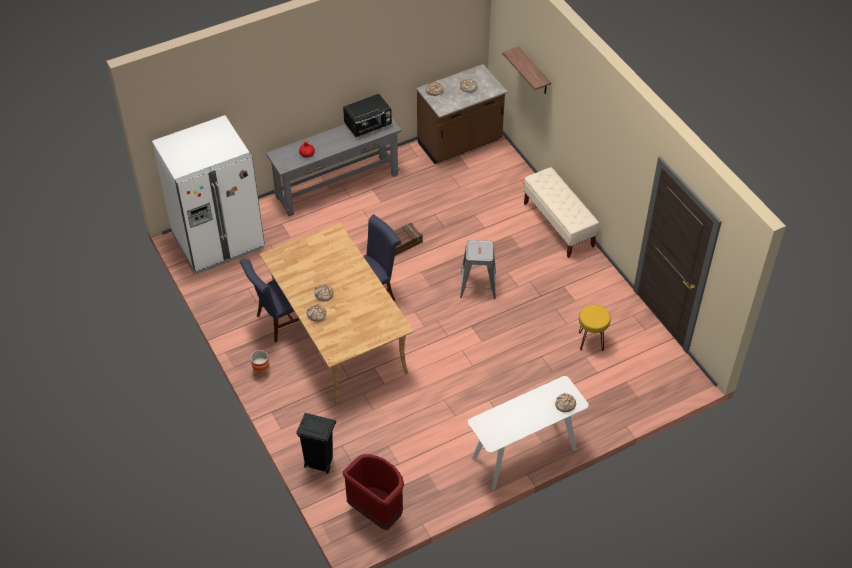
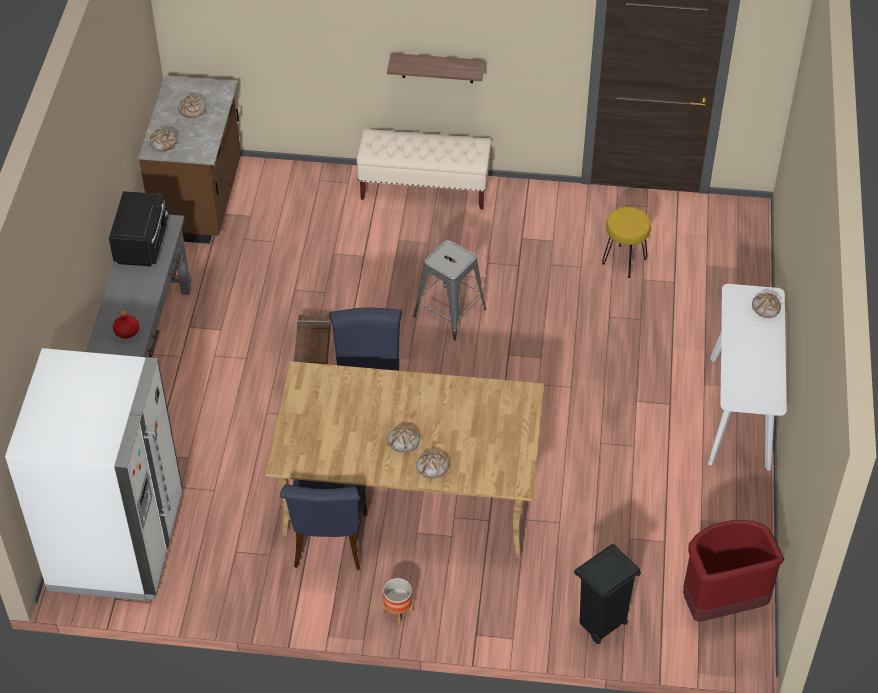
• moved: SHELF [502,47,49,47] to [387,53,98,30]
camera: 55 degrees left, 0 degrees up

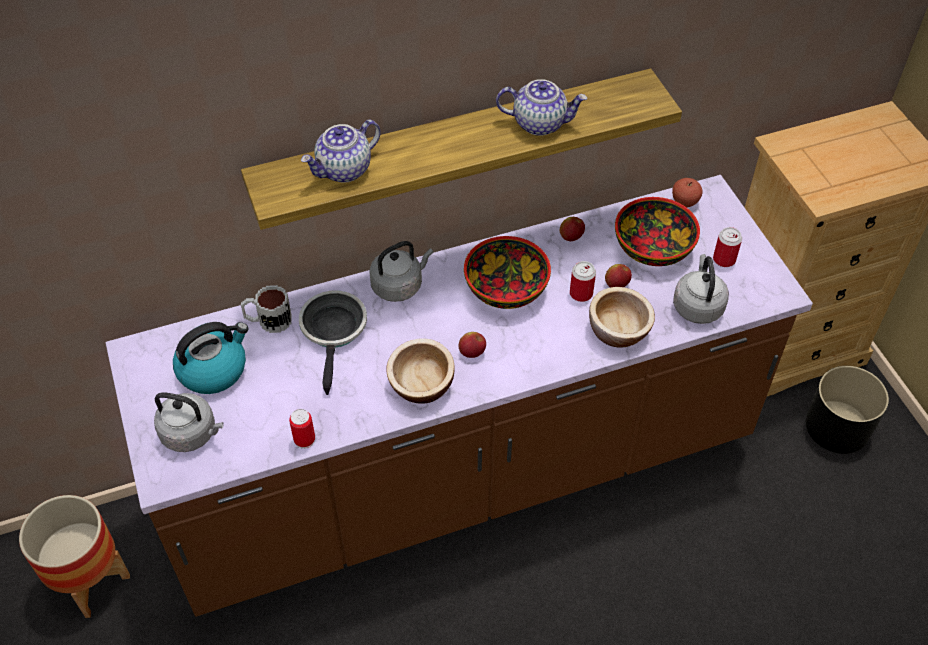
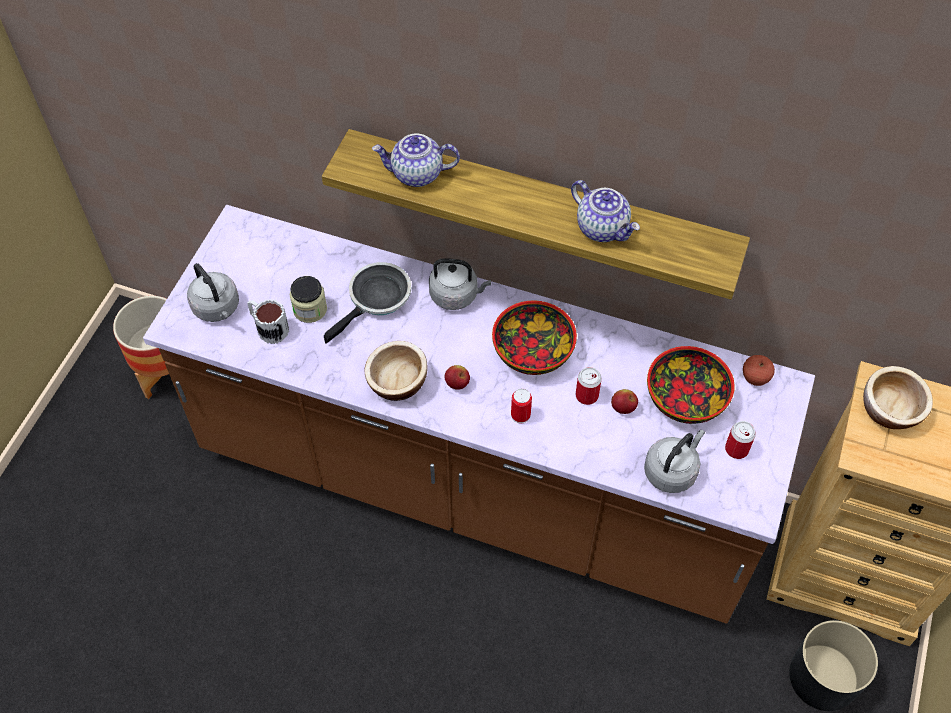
• removed: WHOLE APPLE [560,217,25,24]
• moved: COFFEE MUG [241,285,51,48] to [247,299,42,45]
• moved: DEEP DISH [589,287,66,61] to [863,366,70,63]
• removed: WATER KETTLE [173,322,76,72]
• moved: METAL CAN [289,409,26,40] to [511,388,21,36]
• added: JAR [290,276,37,47]
camera: 40 degrees right, 5 degrees up

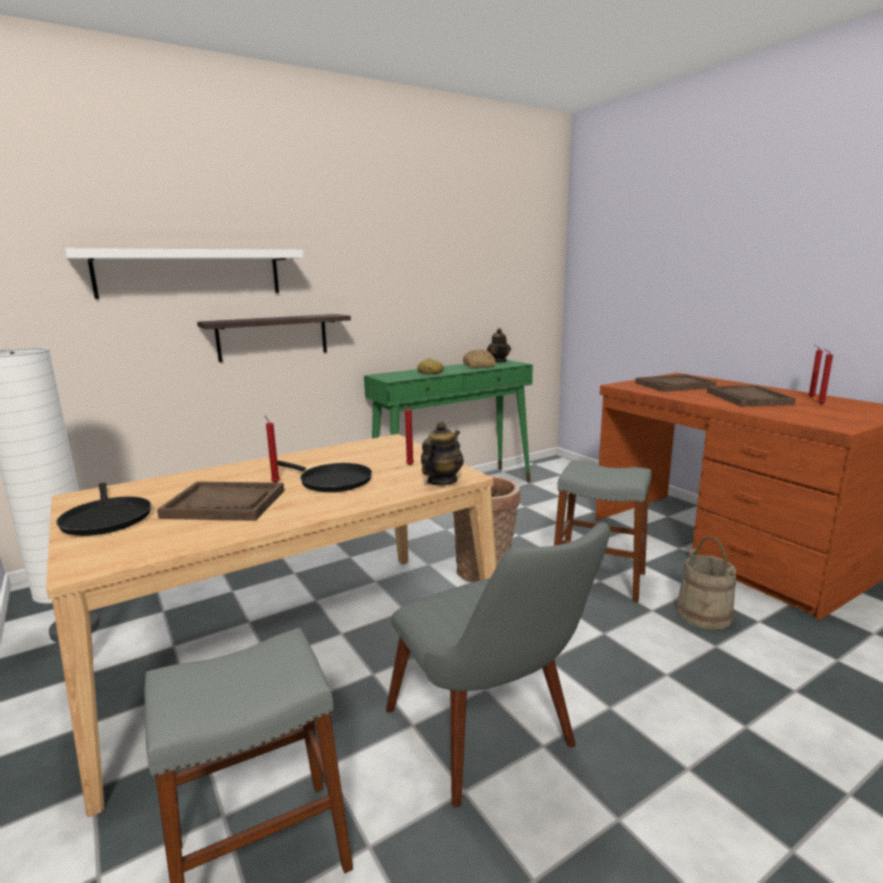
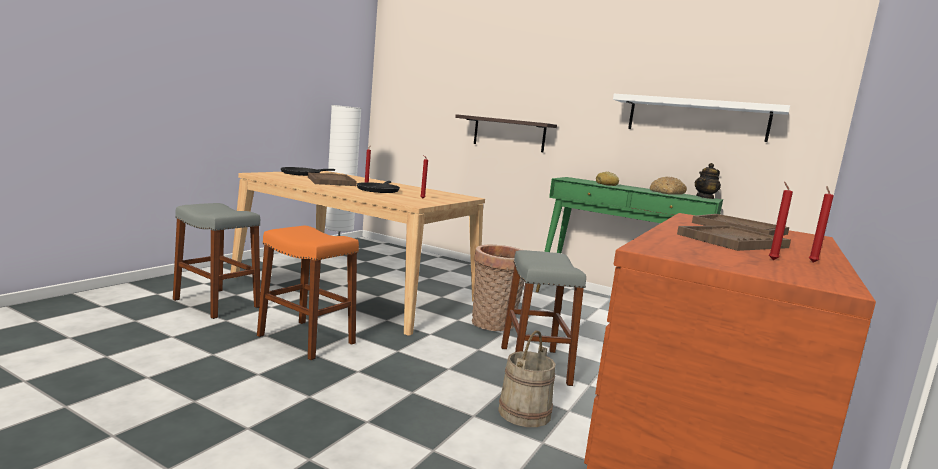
• moved: WHITE SHELF [65,248,239,51] to [613,94,177,48]
• removed: POT FOR TEA [421,422,43,63]
• replaced: GREYISH UPRIGHT CHAIR [386,523,224,284] to ORANGE-COLOURED SITTING STOOL [257,226,102,134]
camera: 60 degrees right, 5 degrees down

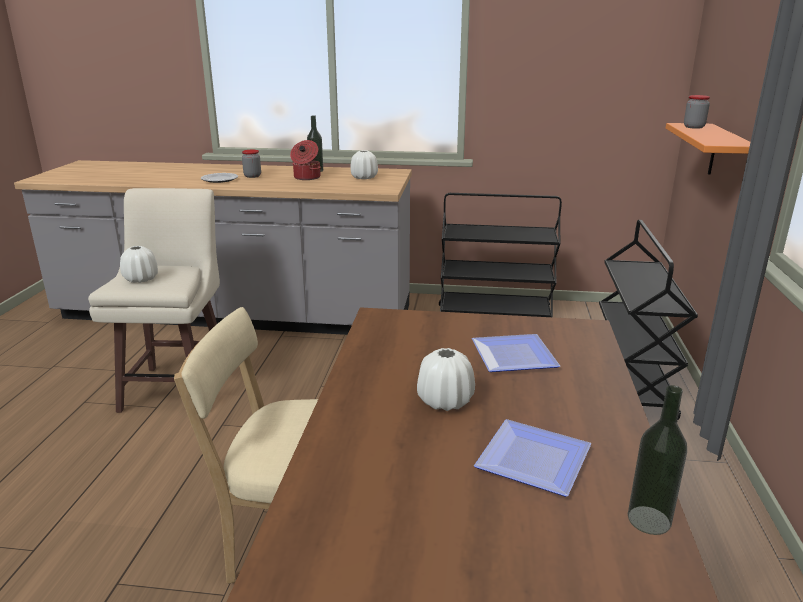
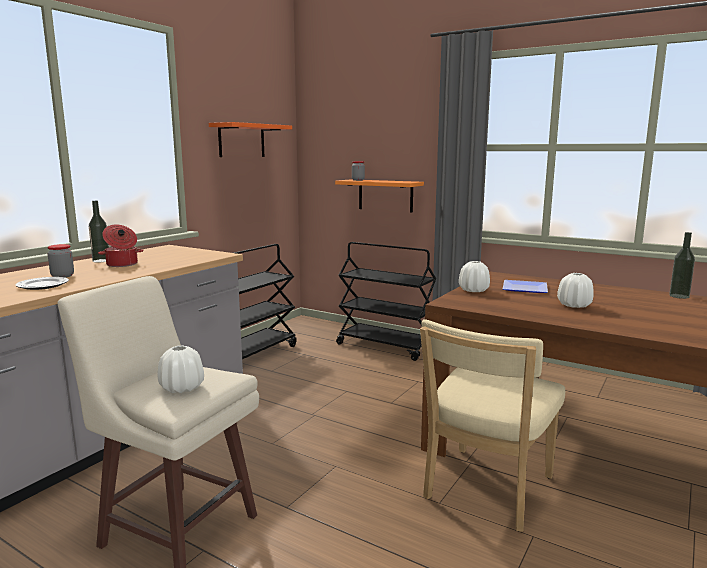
• moved: WHITE VASE [350,150,28,29] to [459,261,31,31]
• removed: FLAT DISH [474,419,117,78]
• added: ORANGE-COLOURED SHELF [209,122,83,35]
camera: 65 degrees left, 10 degrees down

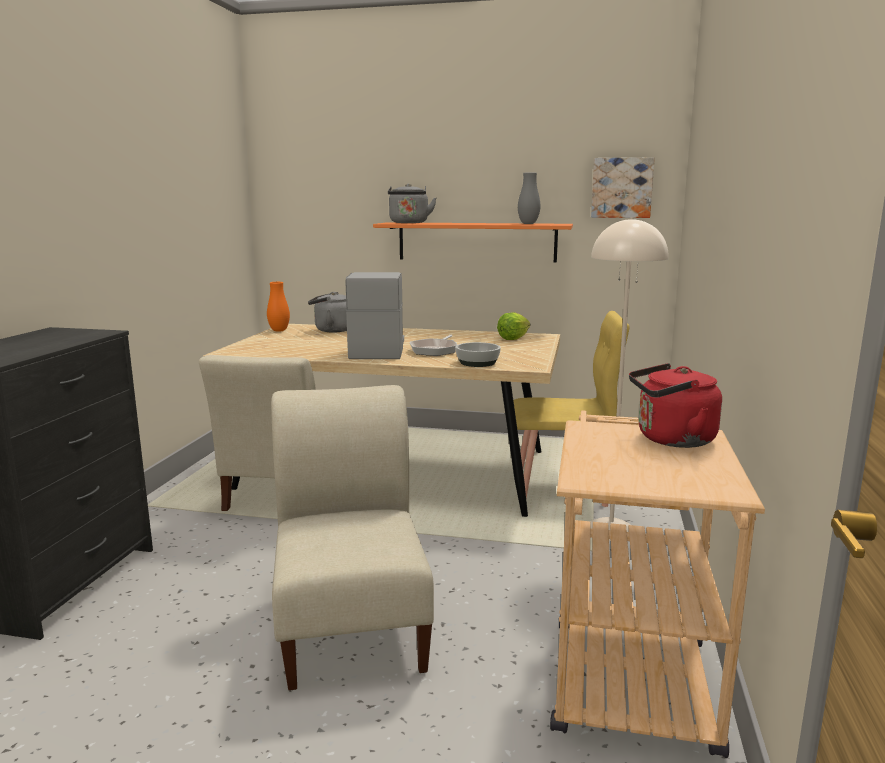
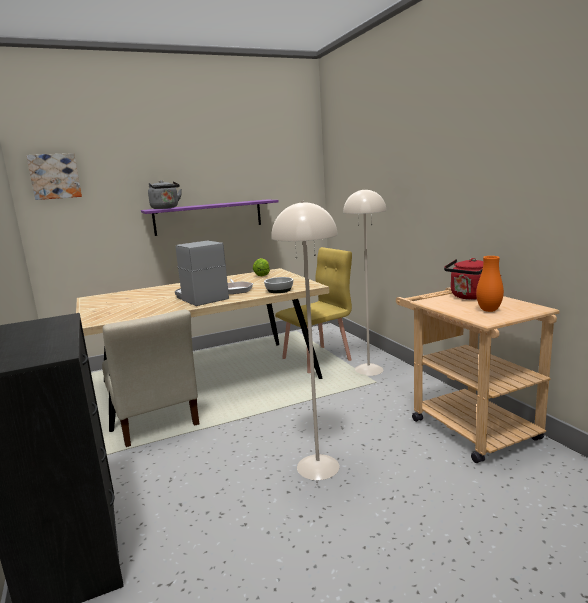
• moved: PICTURE [591,157,64,61] to [26,153,56,47]
• removed: GREYISH VASE [518,172,22,52]
• recoloured: ORANGE-COLOURED SHELF [373,222,200,40] to PURPLE-COLOURED SHELF [141,199,138,37]
• moved: ORANGE-COLOURED VASE [267,282,23,50] to [476,256,28,56]
• removed: GREYISH WATER KETTLE [308,292,39,41]
• replaced: BEIGE-COLOURED UPRIGHT CHAIR [271,385,163,305] to BEIGE-COLOURED STANDARD LAMP [271,201,69,279]
camera: 35 degrees left, 0 degrees up

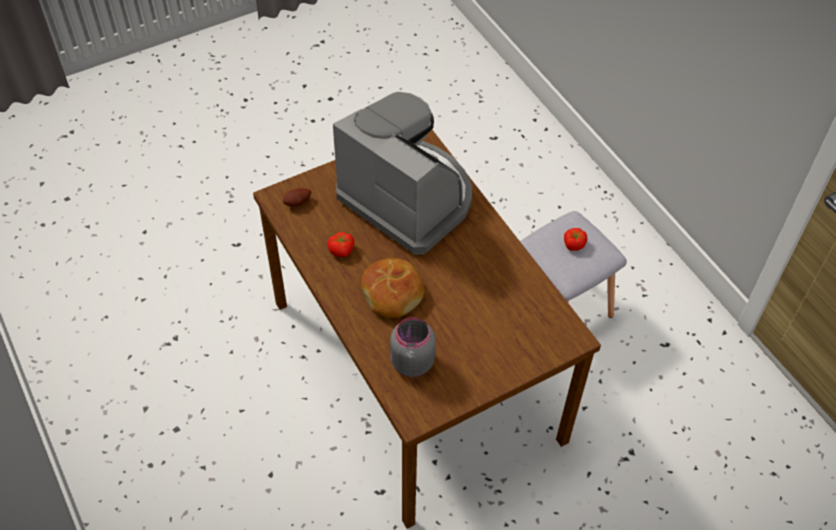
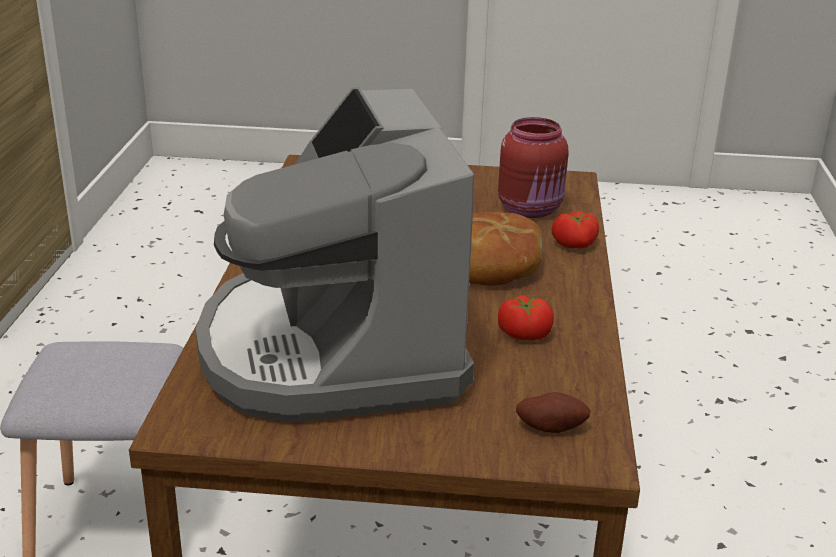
• moved: TOMATO [564,228,23,23] to [552,211,47,38]
• recoloured: GREYISH JAR [390,317,46,60] to RED JAR [498,117,71,101]
camera: 145 degrees left, 25 degrees down

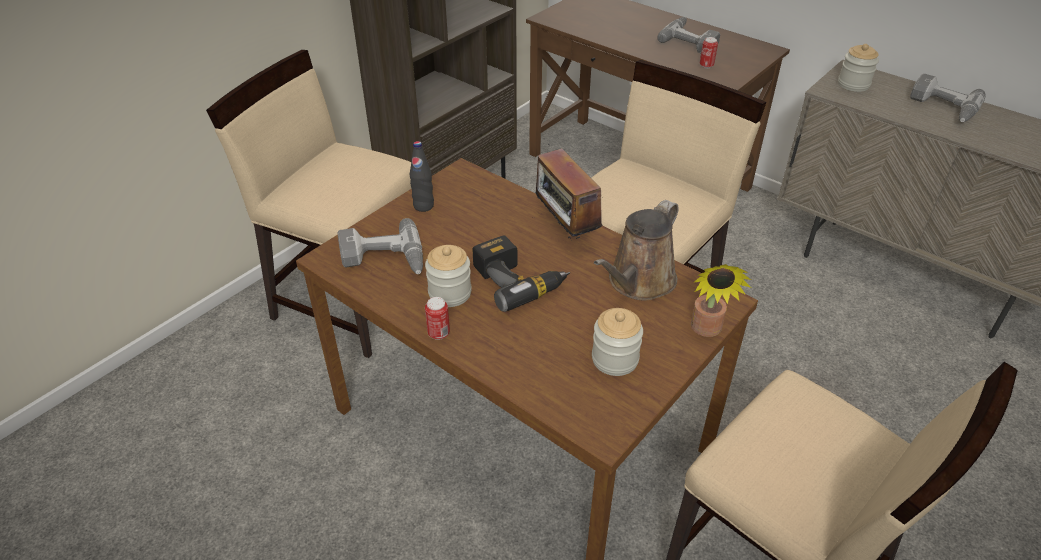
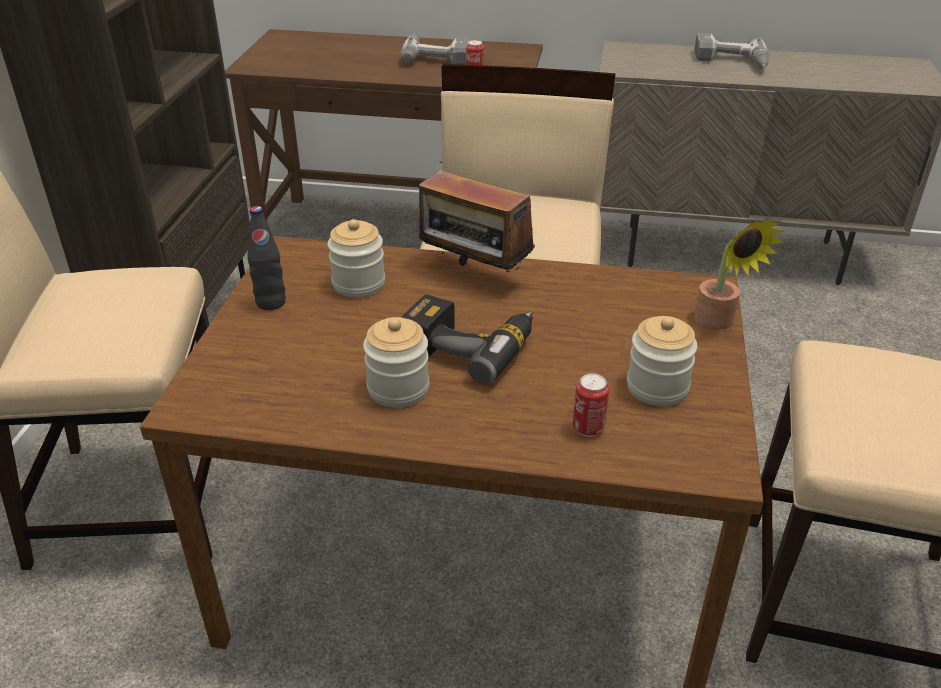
• moved: JAR [838,44,41,48] to [328,219,57,79]
• removed: BROWN-COLOURED WATERING POT [594,200,85,101]
• removed: POWER DRILL [338,218,85,56]
• moved: METAL CAN [425,297,25,43] to [573,373,36,64]
camera: 30 degrees left, 5 degrees down

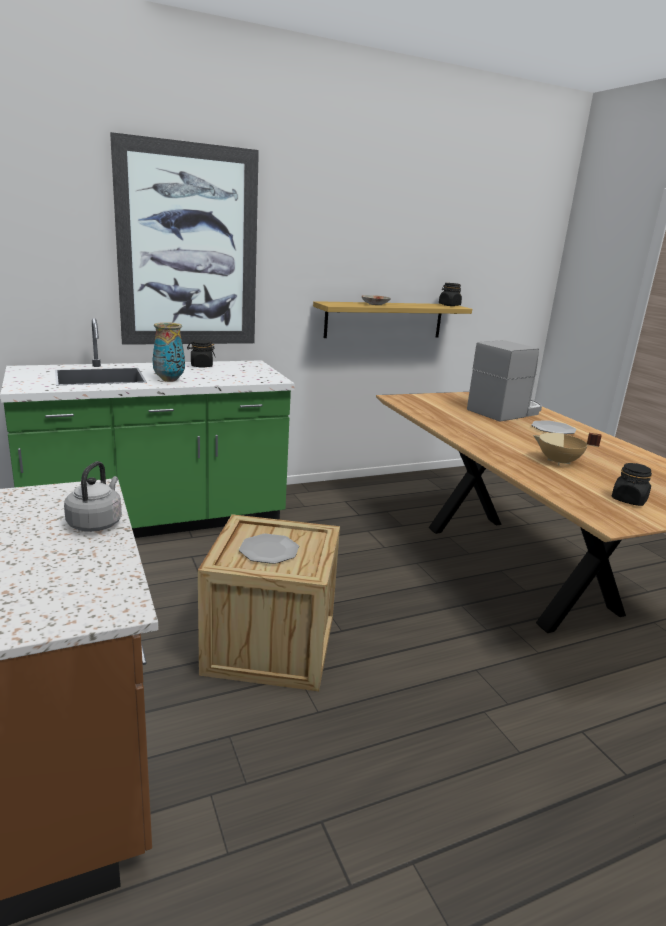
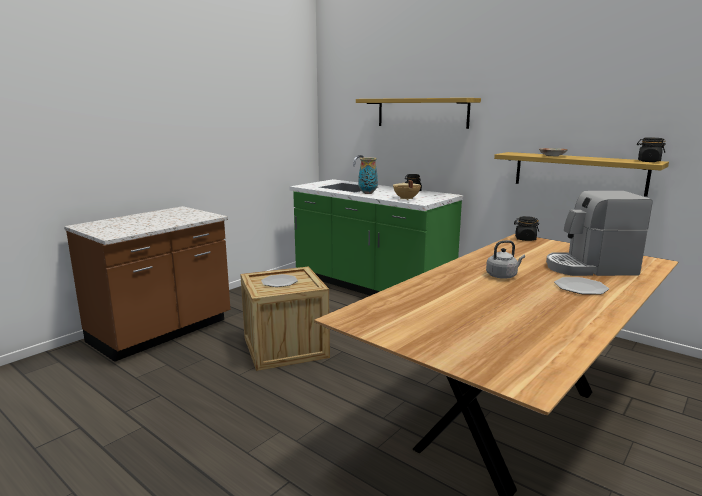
• replaced: PICTURE [110,132,149,213] to SHELF [356,98,125,31]
• turned: COFFEE MAKER [467,340,75,82] = [546,191,107,85] 150 degrees clockwise
• moved: BEIGE-COLOURED COOKING POT [533,433,69,33] to [393,180,28,20]
• moved: GREYISH WATER KETTLE [64,461,58,71] to [486,240,39,39]
• moved: BLACK-COLOURED JAR [612,463,40,43] to [514,216,25,25]
camera: 65 degrees right, 5 degrees down

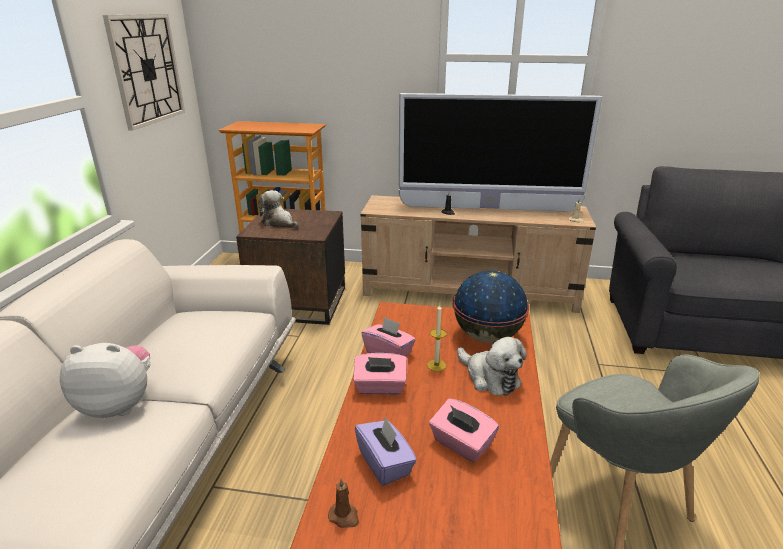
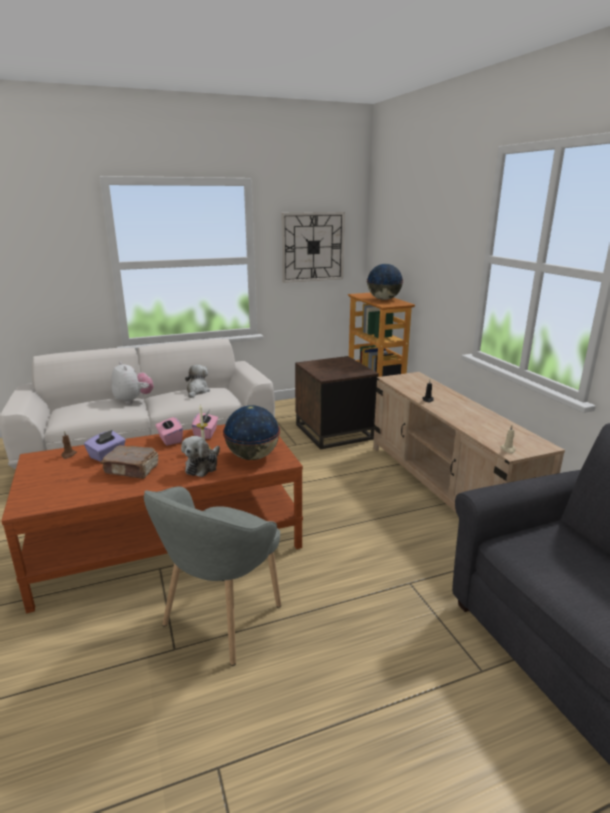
• removed: TV [399,93,203,119]
• moved: CUDDLY TOY [258,190,40,38] to [185,365,25,33]
• replaced: PINK-COLOURED TISSUE HOLDER [429,398,70,64] to BROWN-COLOURED BOOK [100,445,58,34]
• added: DESK GLOBE [367,264,37,36]
camera: 60 degrees right, 5 degrees down

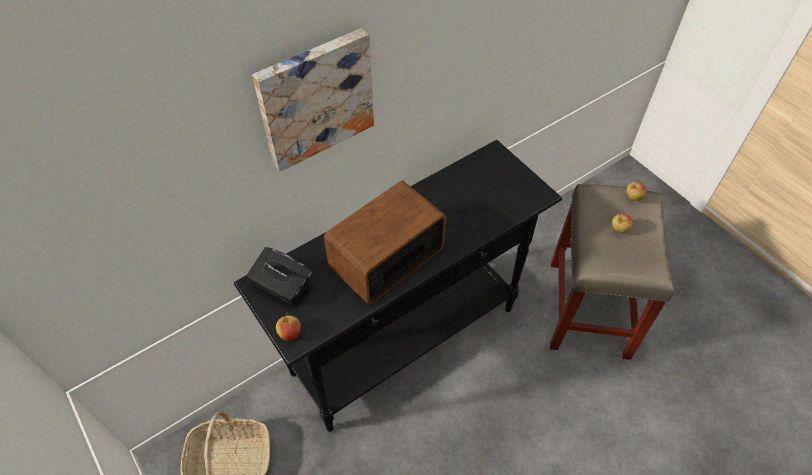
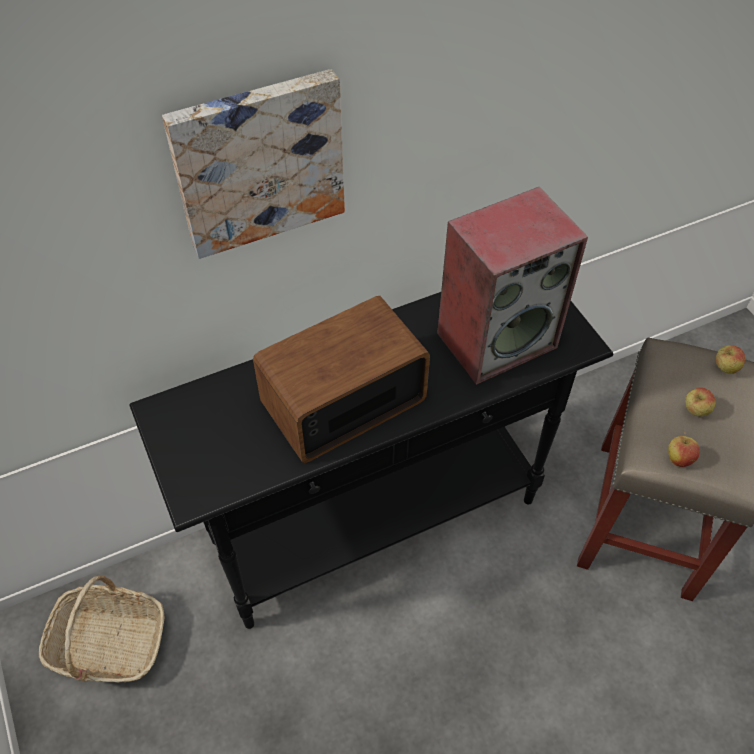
• removed: BLACK-COLOURED TISSUE HOLDER [247,247,65,58]
• moved: WHOLE APPLE [276,313,25,28] to [668,433,32,34]
• added: AUDIO SPEAKER [437,187,151,198]
camera: 10 degrees right, 0 degrees up

